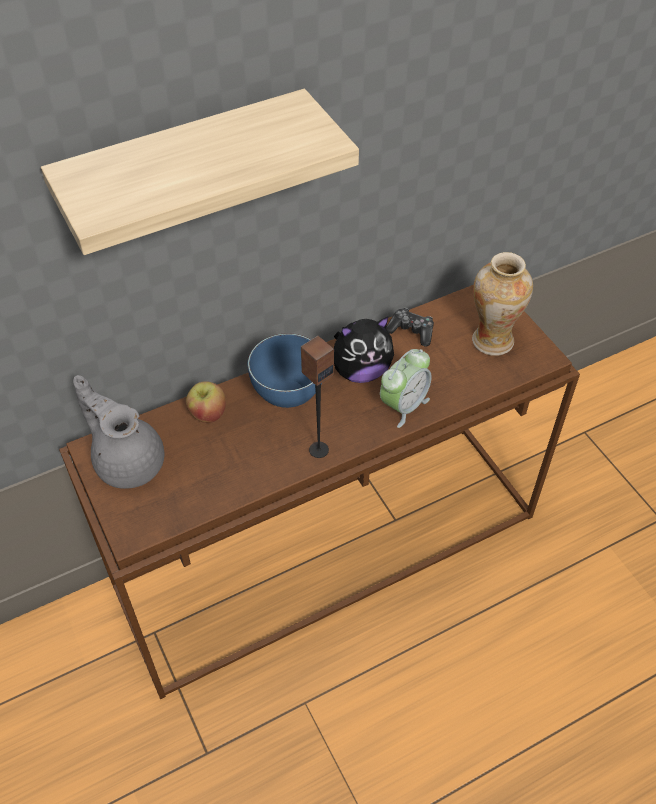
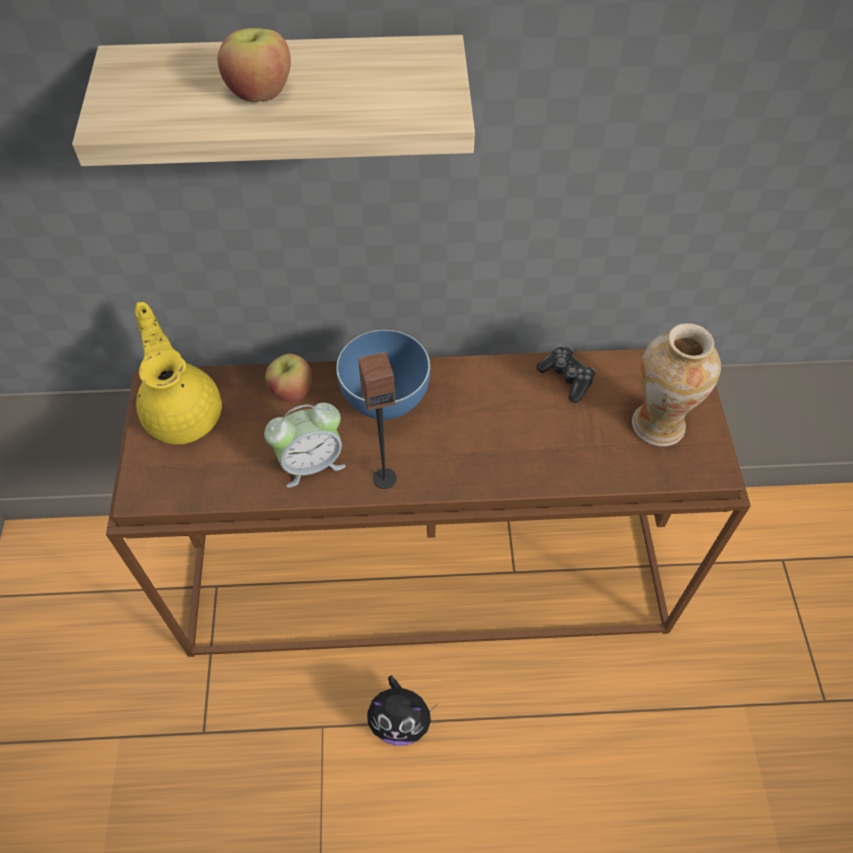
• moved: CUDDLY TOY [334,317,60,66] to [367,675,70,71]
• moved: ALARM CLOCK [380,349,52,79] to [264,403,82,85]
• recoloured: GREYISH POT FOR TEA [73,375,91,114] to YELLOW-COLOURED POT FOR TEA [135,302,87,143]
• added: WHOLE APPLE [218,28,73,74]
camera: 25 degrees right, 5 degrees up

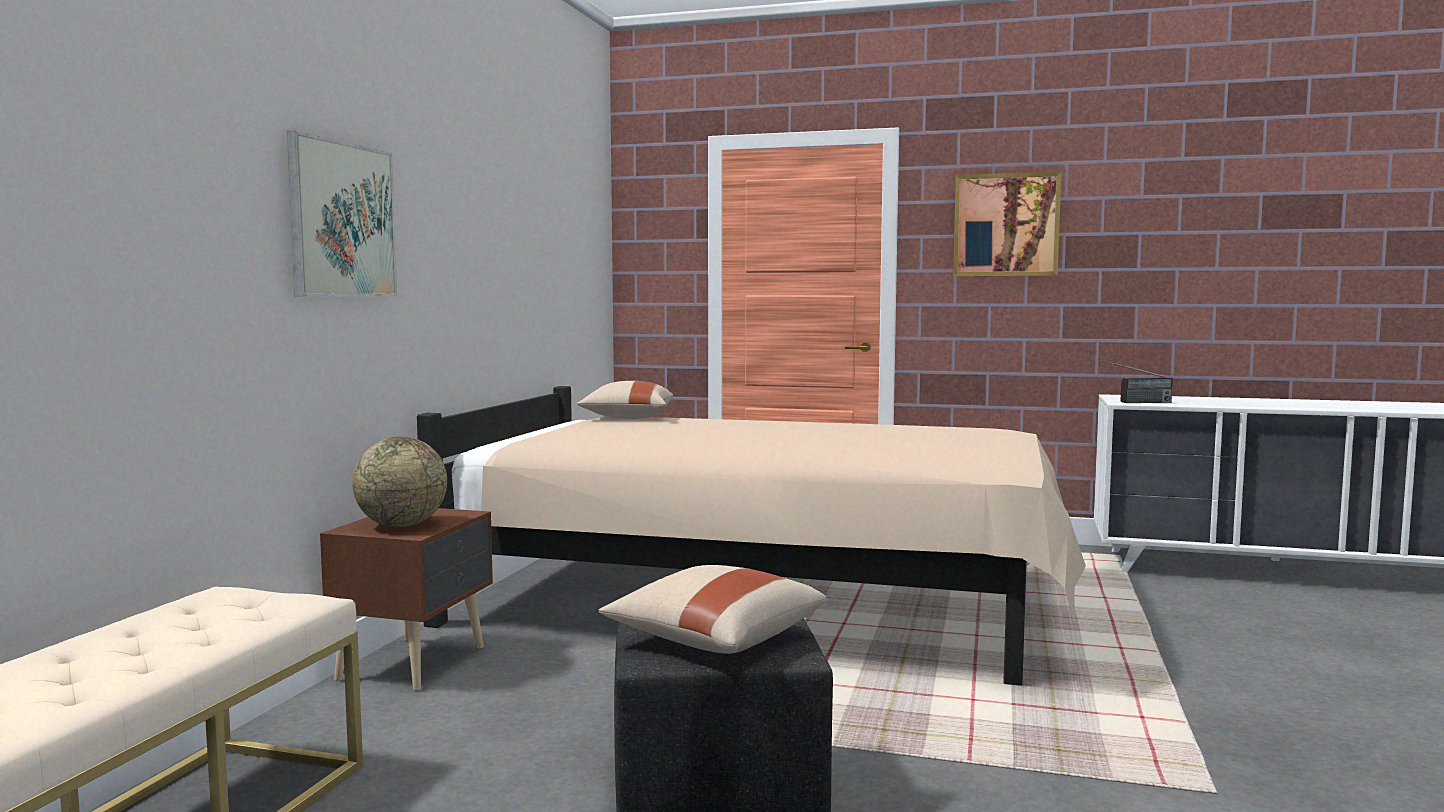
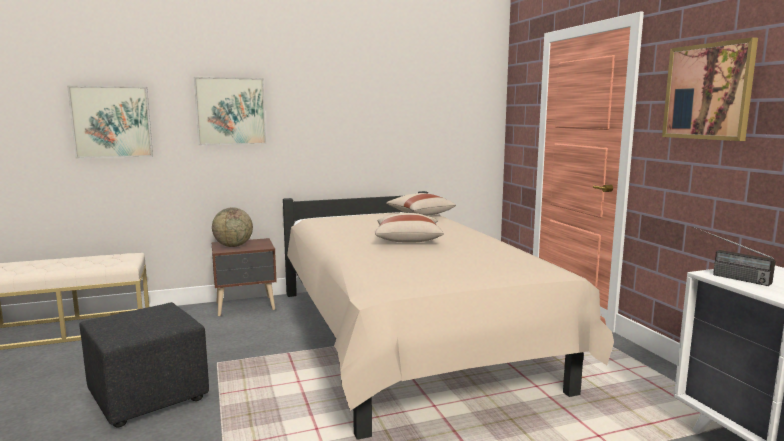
• moved: BEIGE-COLOURED CUSHION [599,565,227,89] to [375,213,69,30]
• added: PICTURE [67,86,86,73]
camera: 55 degrees right, 5 degrees up

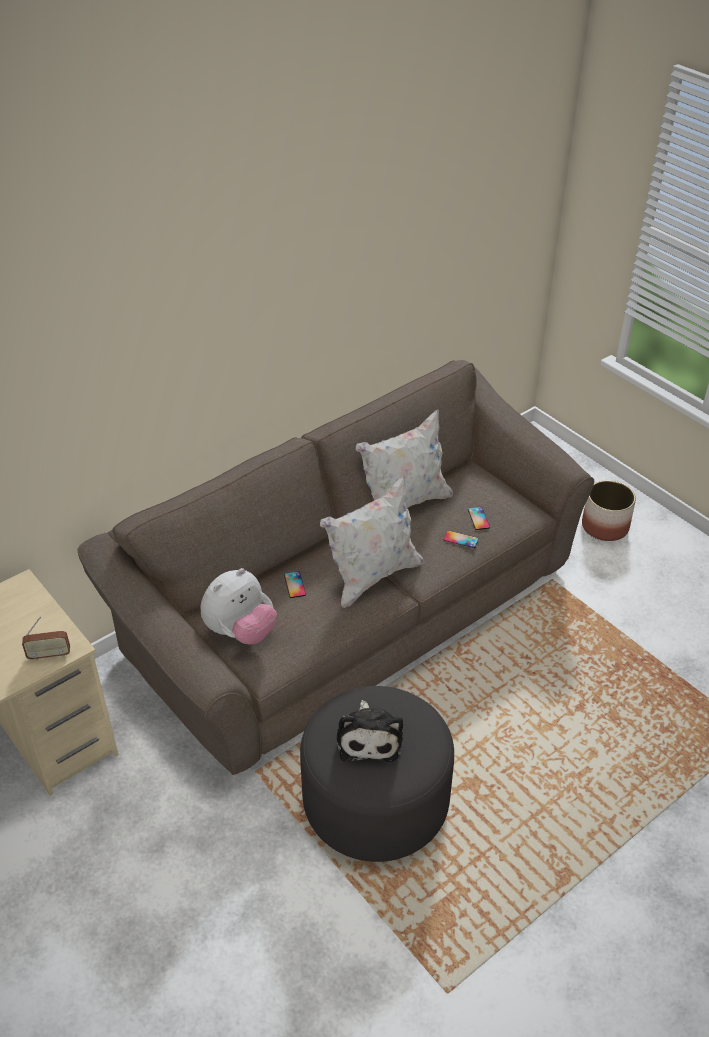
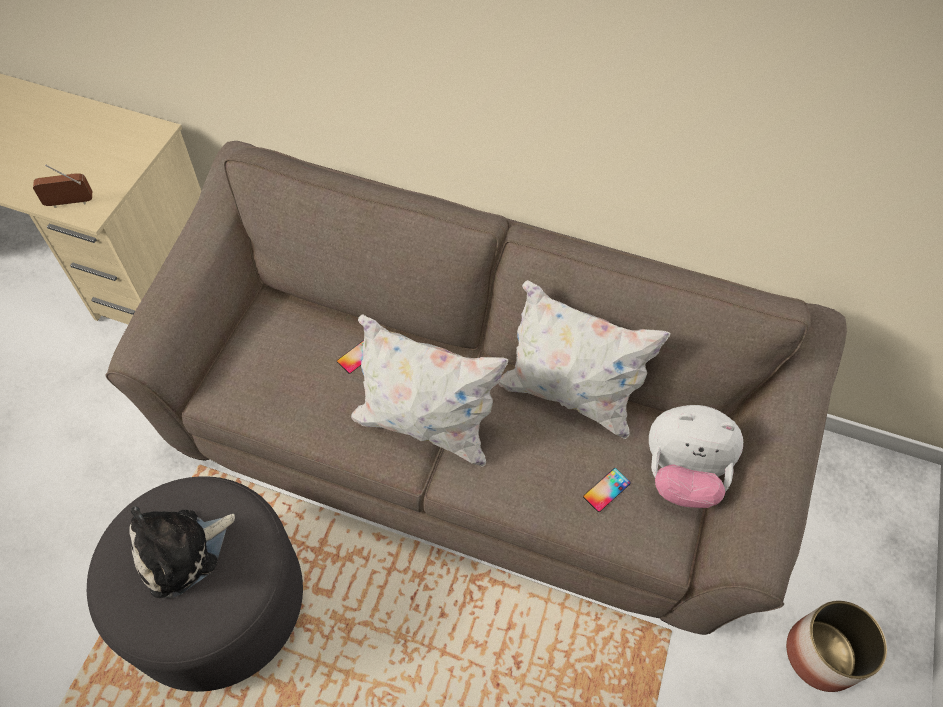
• removed: HANDSET [444,530,35,18]
• moved: CUDDLY TOY [201,568,76,76] to [649,405,94,103]
• turned: RADIO SET [22,616,48,45] = [33,164,59,44] 120 degrees clockwise
camera: 55 degrees right, 15 degrees up

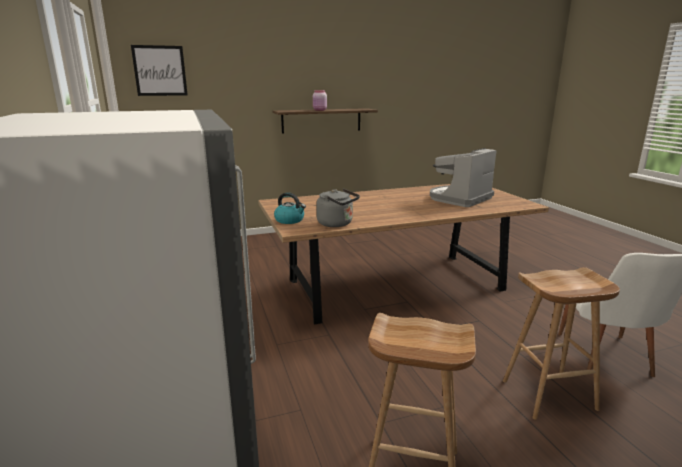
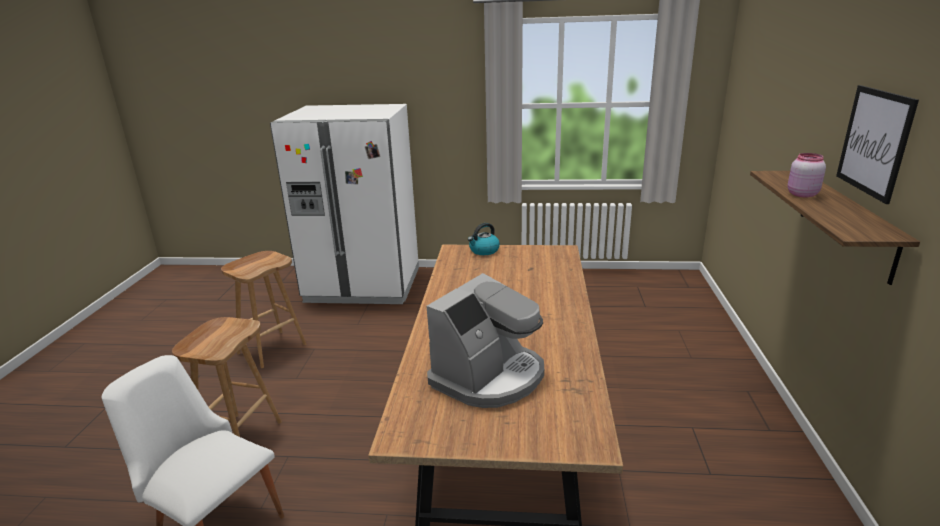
• moved: PICTURE [131,45,57,51] to [836,85,83,119]
• turned: COFFEE MAKER [430,148,67,59] = [426,273,118,135] 60 degrees clockwise
• removed: GREYISH WATER KETTLE [316,189,44,38]
camera: 115 degrees right, 5 degrees up

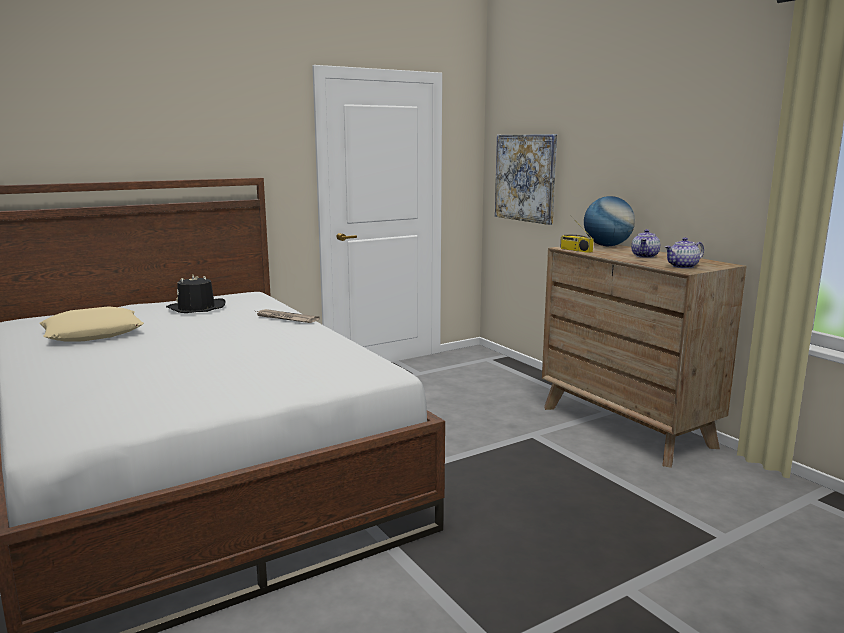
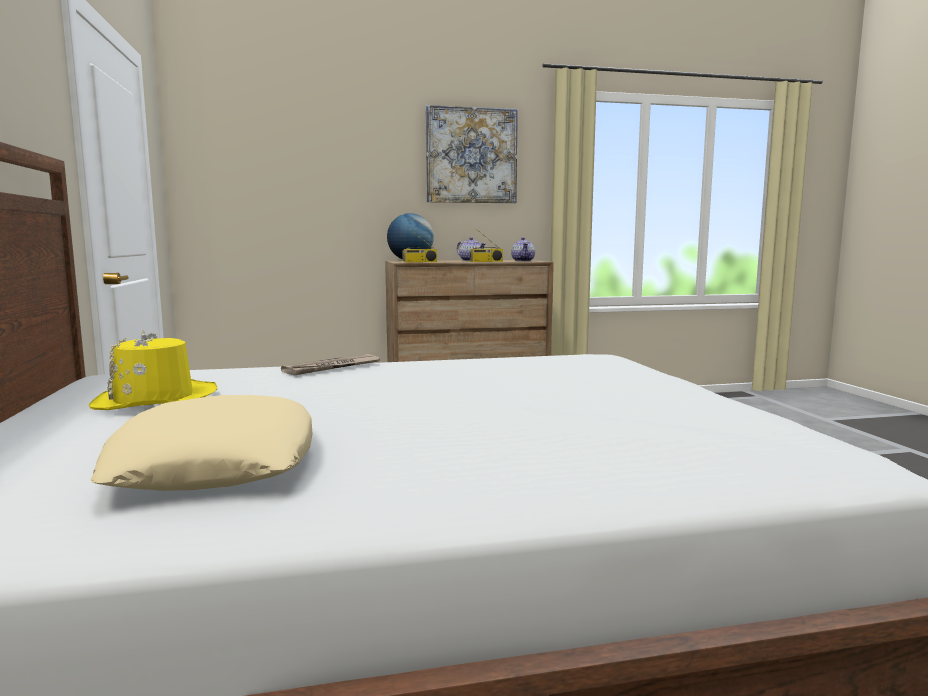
• moved: PICTURE [495,134,62,91] to [426,105,92,98]
• recoloured: BLACK-COLOURED WEARABLE HAT [166,275,59,38] to YELLOW-COLOURED WEARABLE HAT [89,330,128,80]
• added: RADIO SET [470,229,33,33]
camera: 70 degrees left, 5 degrees down

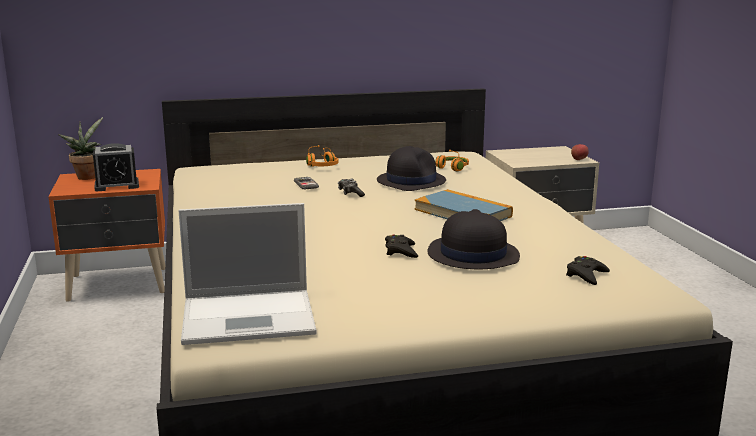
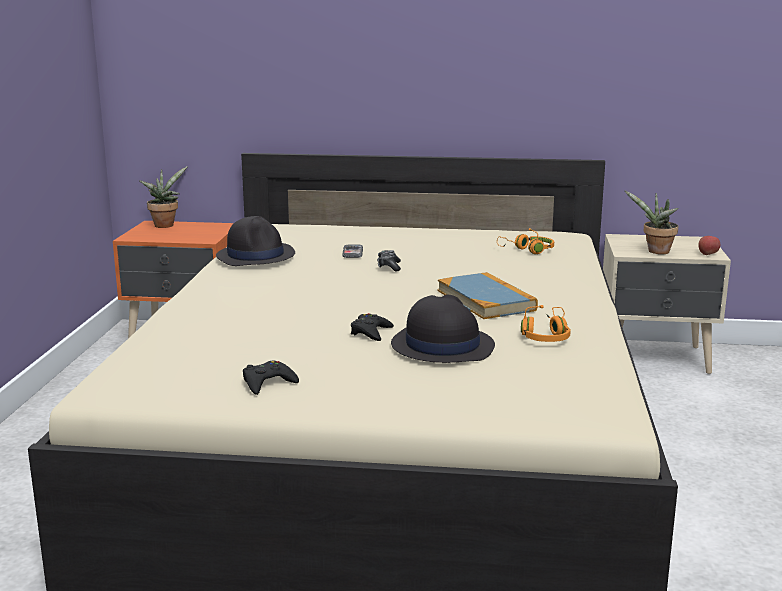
• removed: ALARM CLOCK [93,143,46,48]
• moved: ORANGE-COLOURED HEADSET [306,145,33,22] to [521,305,50,37]
• moved: BLACK-COLOURED WEARABLE HAT [377,146,69,45] to [216,216,79,50]
• removed: LAPTOP [179,203,137,142]
• moved: BLACK-COLOURED GAME CONTROLLER [566,256,44,29] to [243,361,56,34]
• added: PLANT IN A POT [624,190,55,64]
camera: 20 degrees right, 0 degrees up

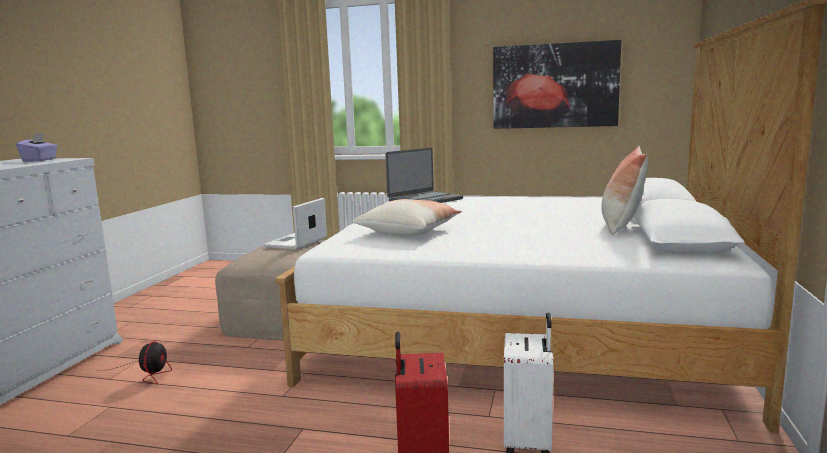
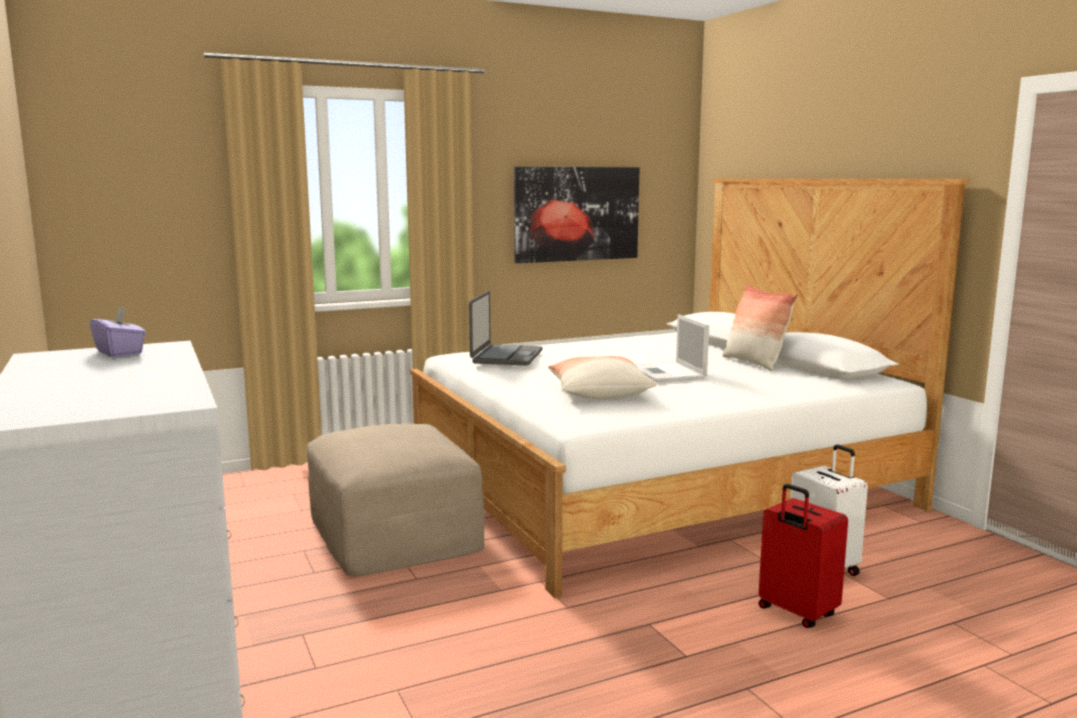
• moved: LAPTOP [263,198,64,52] to [635,314,74,68]
• removed: FAN [96,342,76,42]
camera: 40 degrees left, 0 degrees up

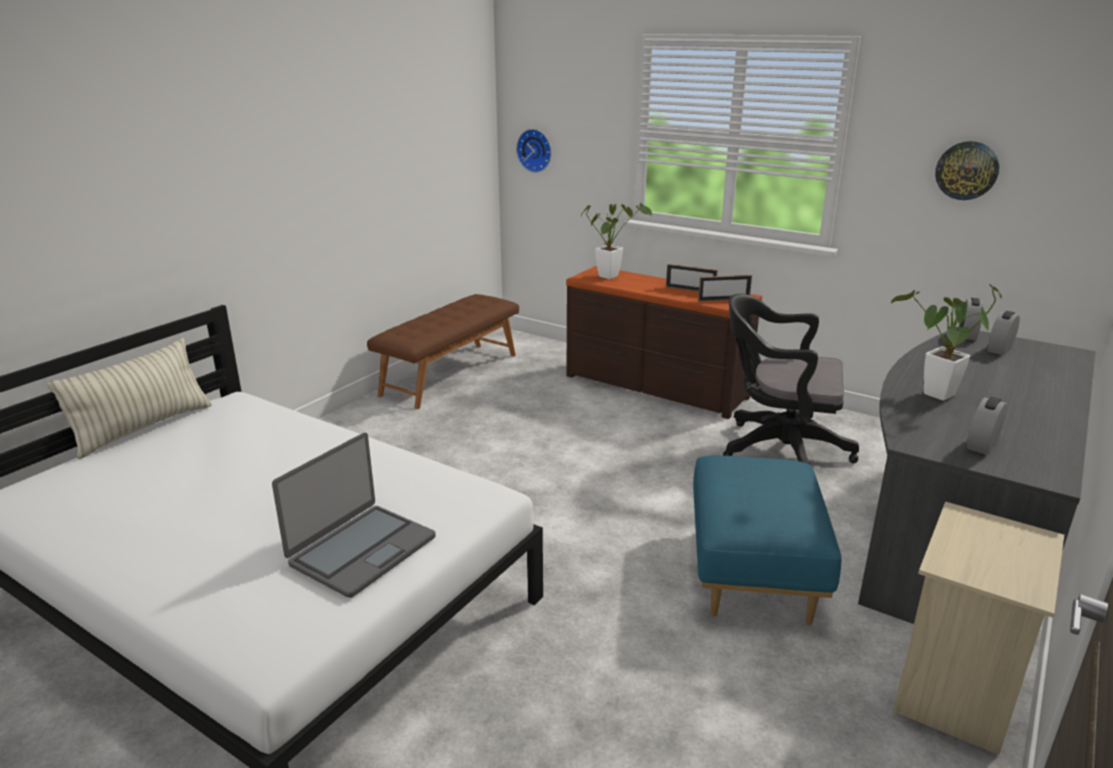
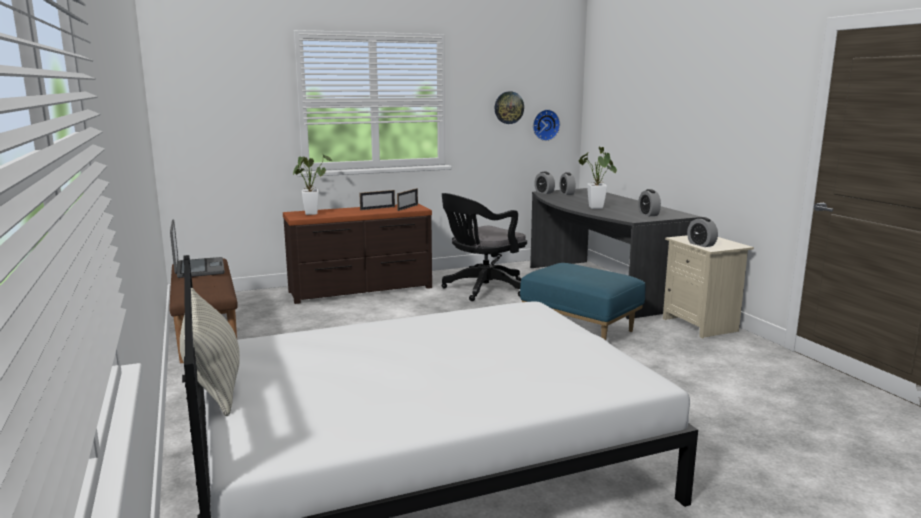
• moved: CLOCK ON THE WALL [516,129,35,44] to [533,109,27,32]
• moved: LAPTOP [272,432,164,166] to [170,219,55,59]
• added: ALARM CLOCK [687,217,31,30]
camera: 55 degrees left, 10 degrees down

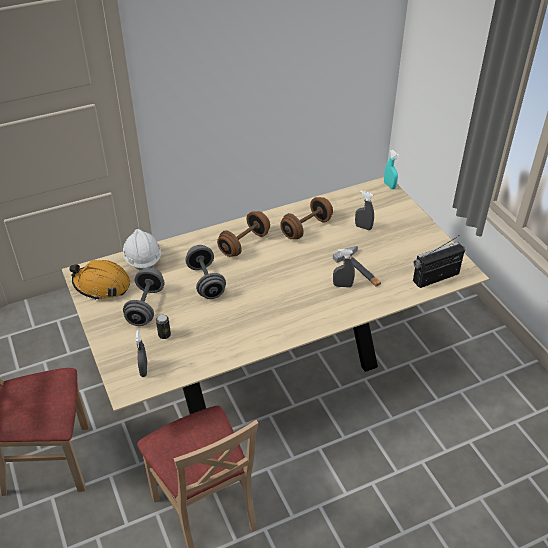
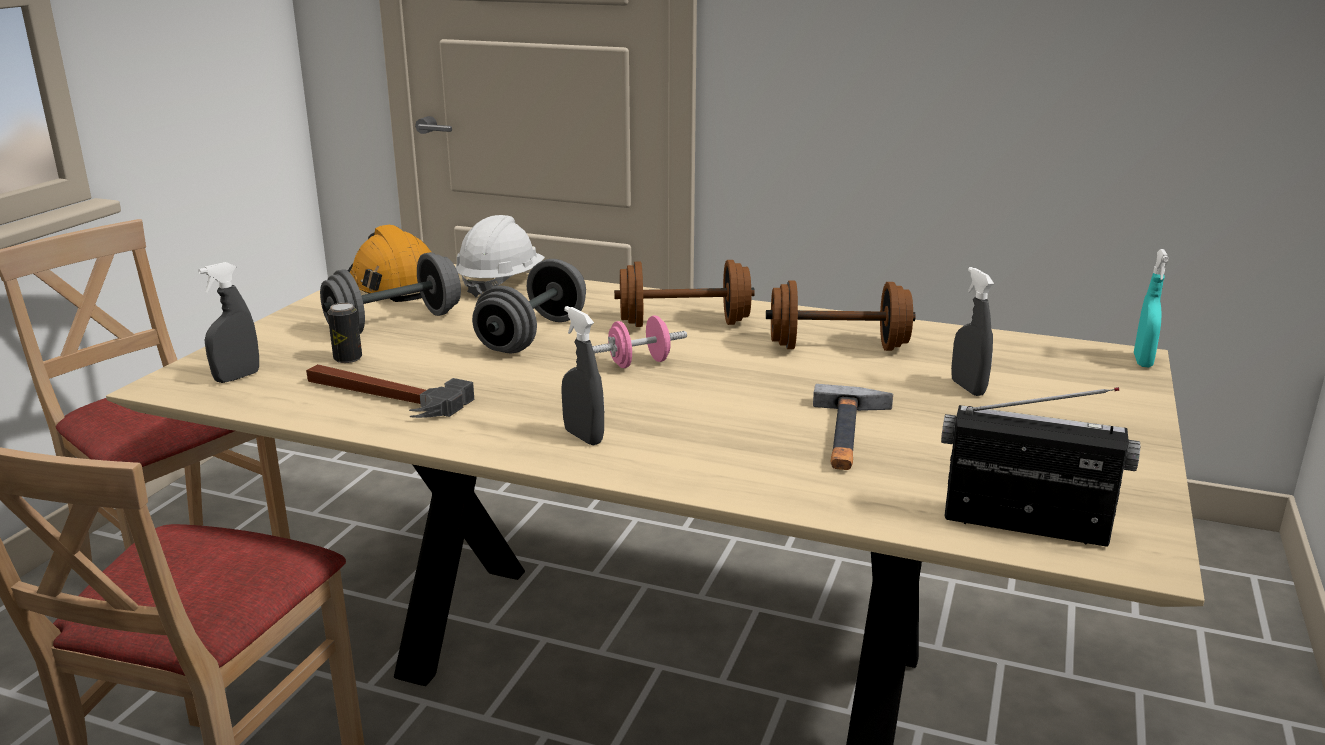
• moved: GREYISH SPRAYER [333,249,22,39] to [561,306,43,139]
• added: PINK-COLOURED DUMBBELL [592,315,95,53]
• added: HAMMER [306,364,168,54]
camera: 45 degrees right, 20 degrees down

